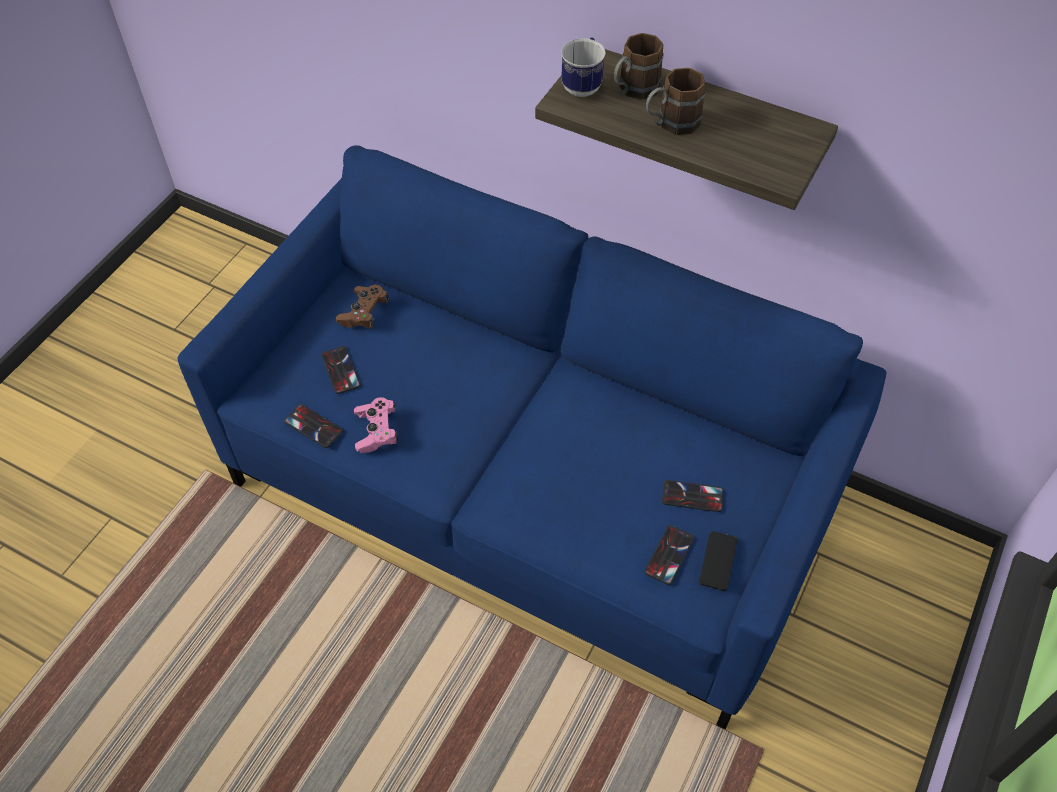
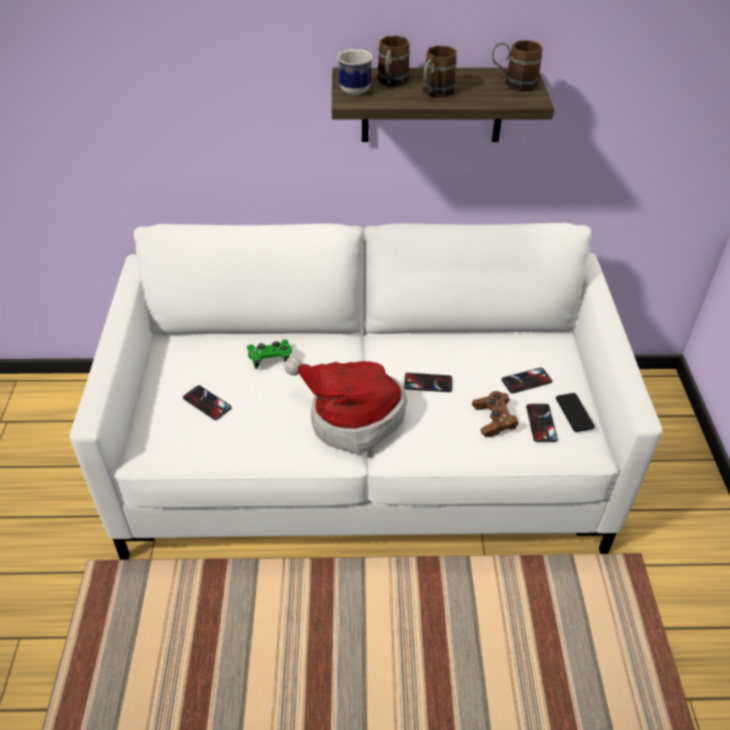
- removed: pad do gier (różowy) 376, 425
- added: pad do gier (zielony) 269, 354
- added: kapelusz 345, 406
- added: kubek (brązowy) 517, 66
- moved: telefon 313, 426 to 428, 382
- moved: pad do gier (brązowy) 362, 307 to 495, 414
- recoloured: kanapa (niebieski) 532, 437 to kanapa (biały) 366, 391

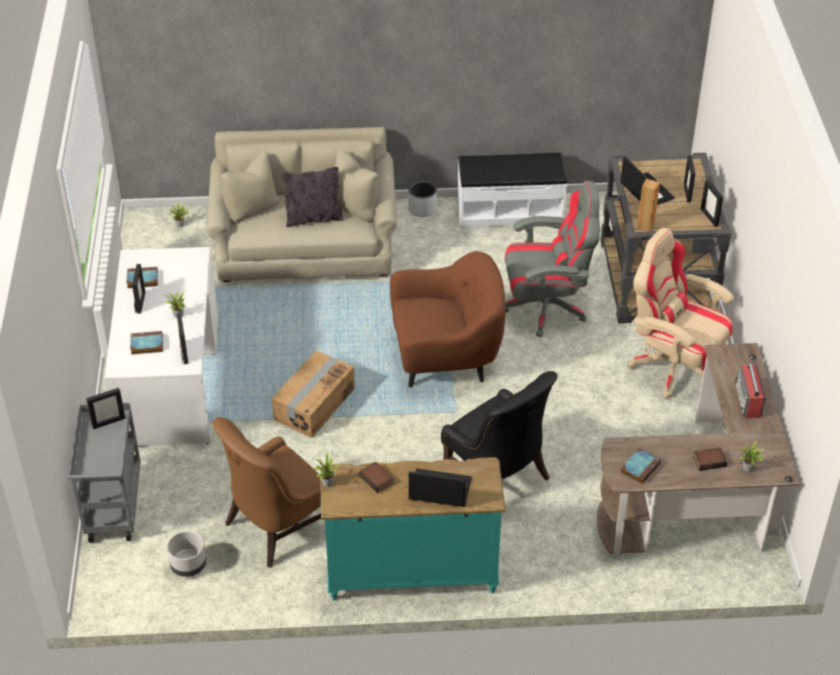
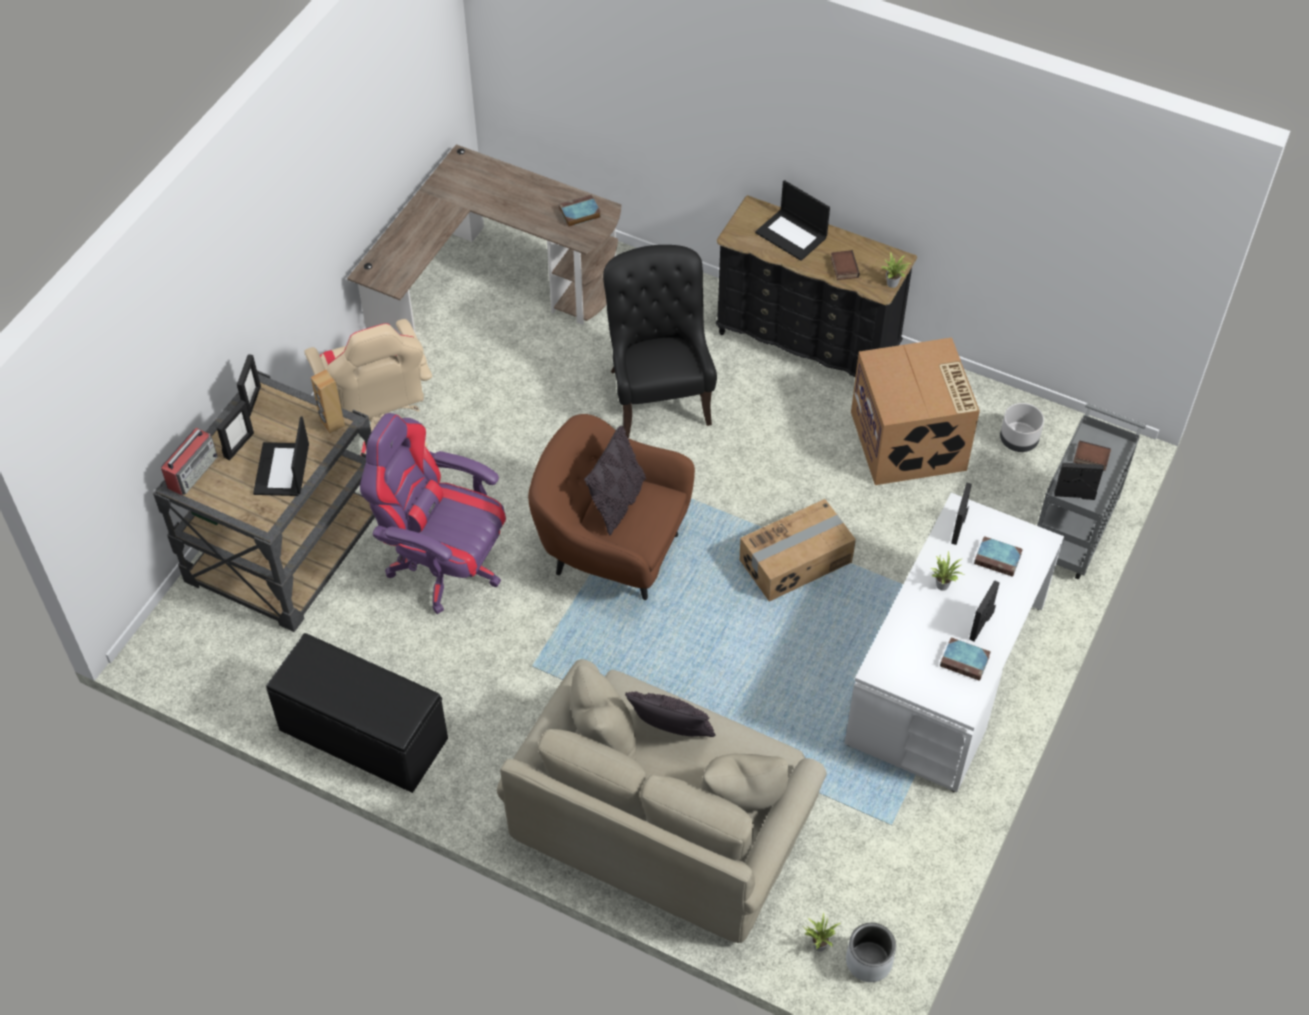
- removed: roślina doniczkowa 752, 456
- added: poduszka (czarny) 615, 480
- moved: donica (szary) 422, 199 to 871, 952
- moved: książka 710, 459 to 1092, 455
- moved: radio 750, 390 to 189, 461
- replaced: krzesło (brązowy) 267, 492 to karton 915, 411
- recoloured: komoda (turkusowy) 413, 528 to komoda (czarny) 816, 286
- recoloured: ławka (biały) 512, 191 to ławka (czarny) 357, 713
- recoloured: krzesło biurowe (szary) 552, 259 to krzesło biurowe (fioletowy) 433, 513

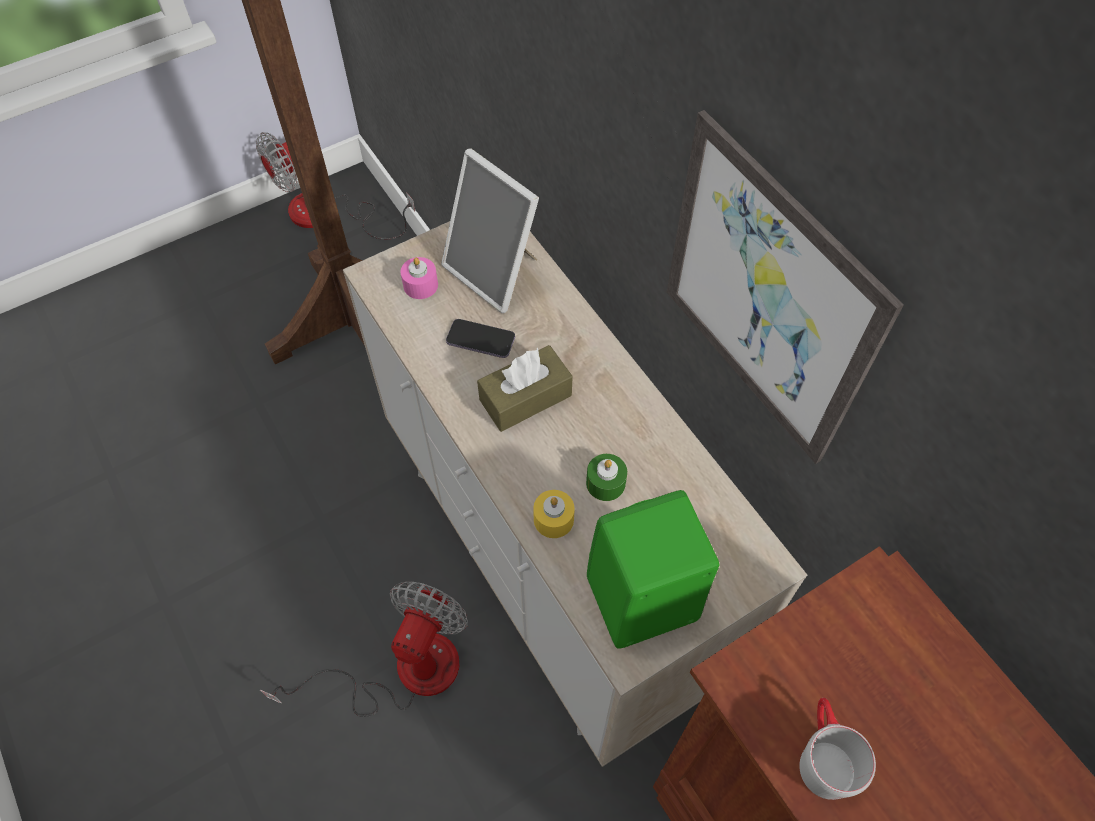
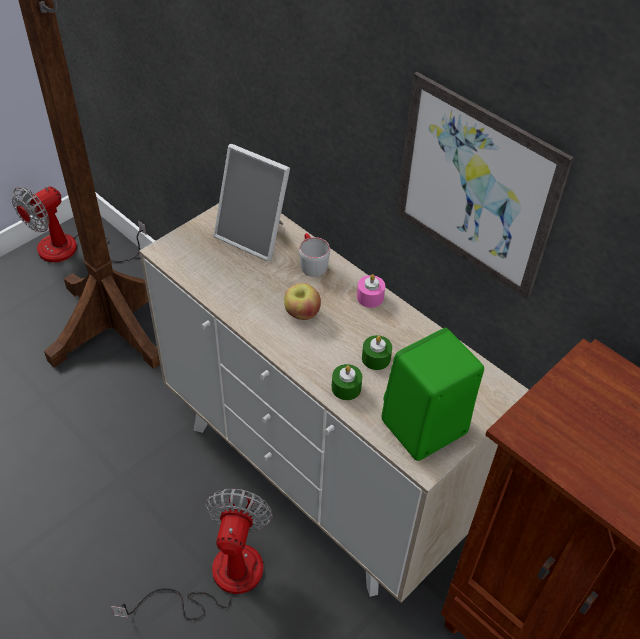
- removed: telefon 480, 338
- moved: świeca (różowy) 419, 278 to 371, 291
- moved: kubek (szary) 837, 749 to 314, 255
- replaced: pudełko chusteczek (brązowy) 525, 388 to jabłko 302, 301
- recoloured: świeca (żółty) 554, 514 to świeca (zielony) 346, 382

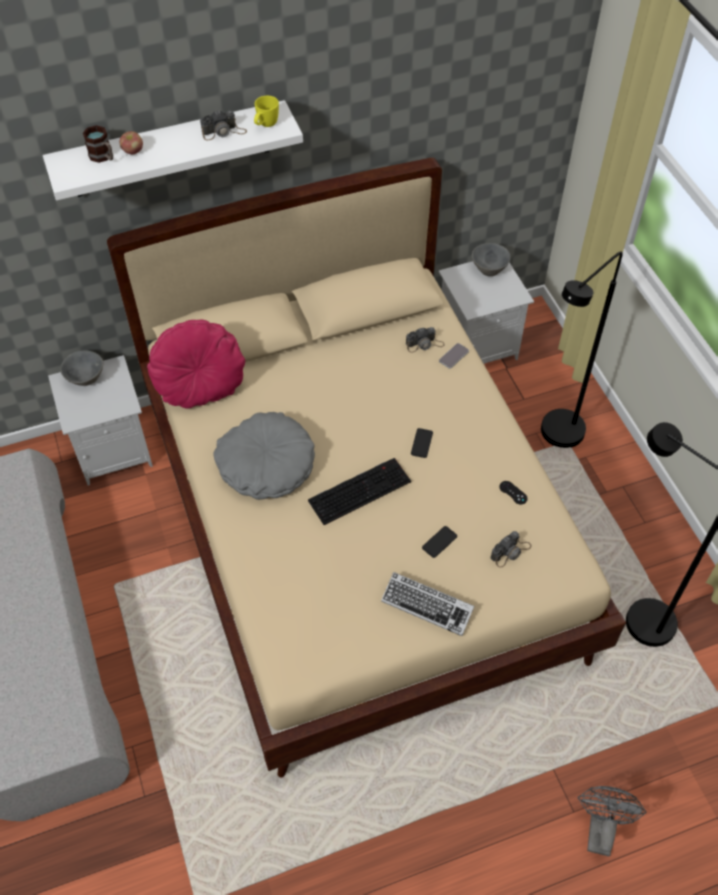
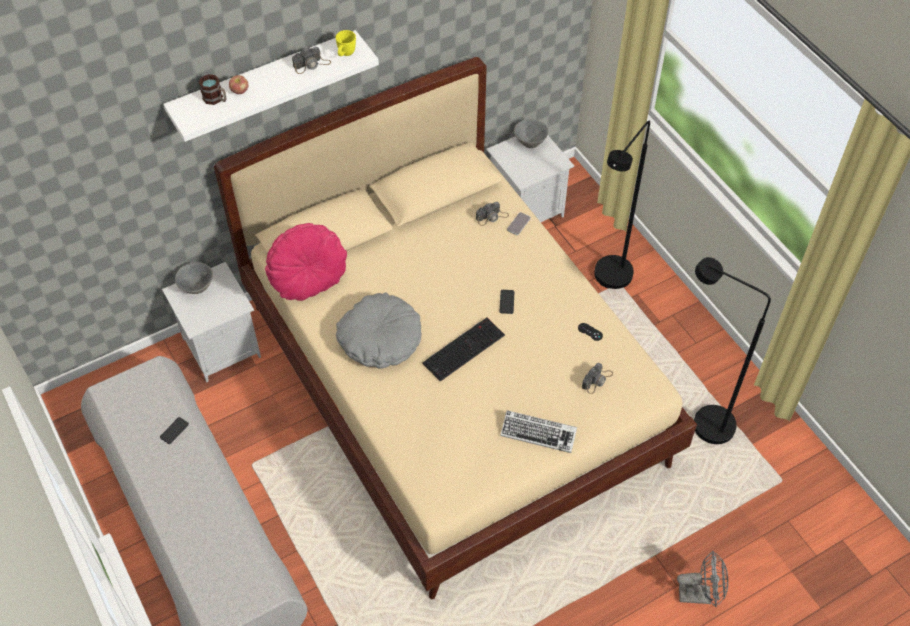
- moved: telefon 439, 542 to 174, 430
- turned: wentylator (szary) 612, 821 = 702, 579 90 degrees clockwise

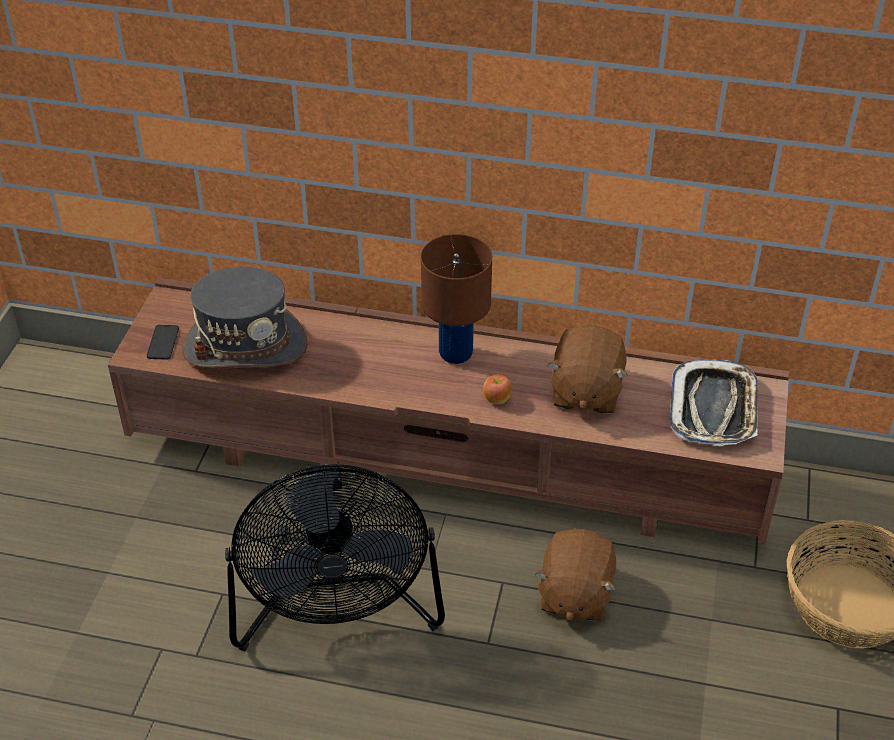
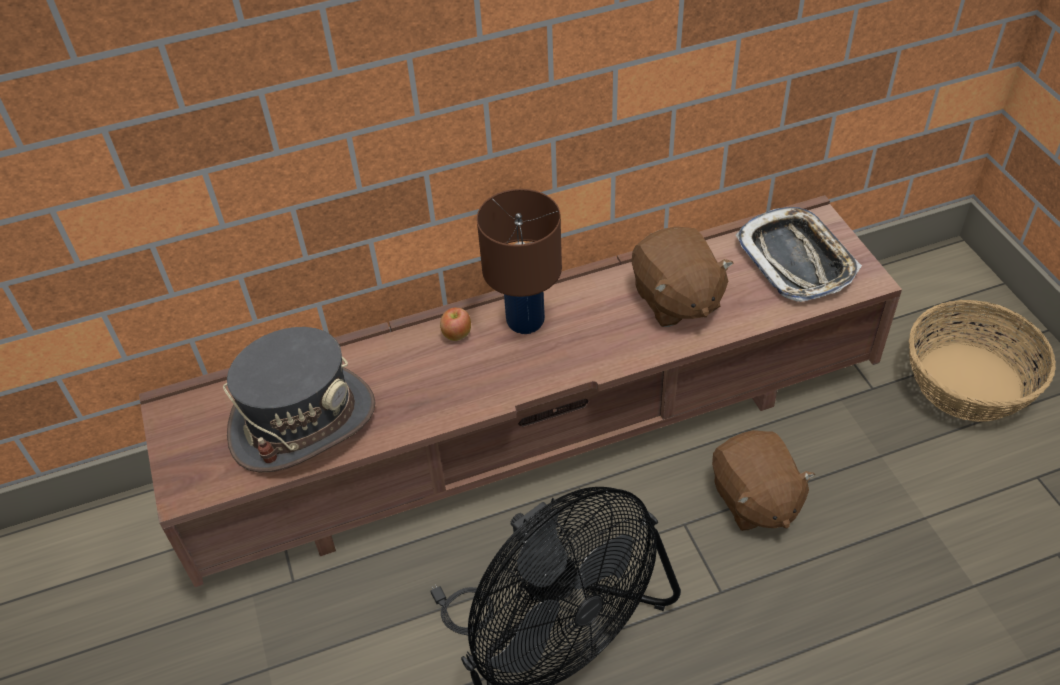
- removed: telefon 163, 342
- moved: jabłko 497, 389 to 455, 324

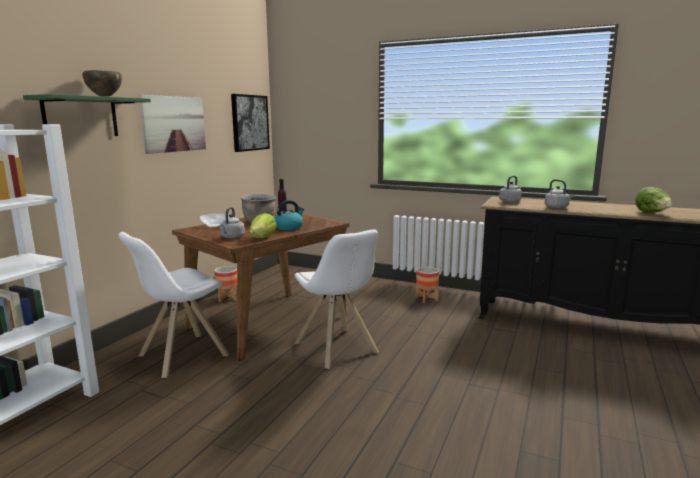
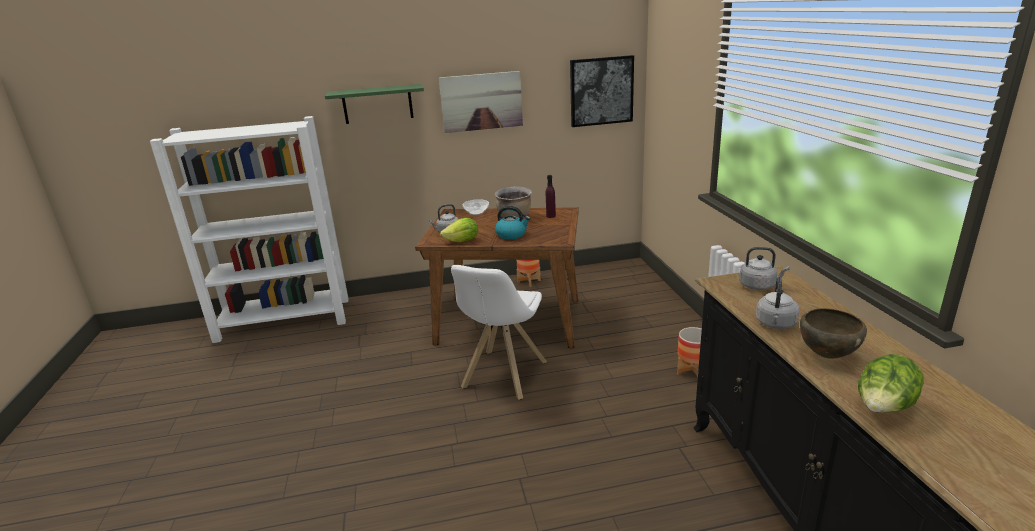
- removed: krzesło (biały) 173, 305
- moved: miska (brązowy) 102, 83 to 833, 333

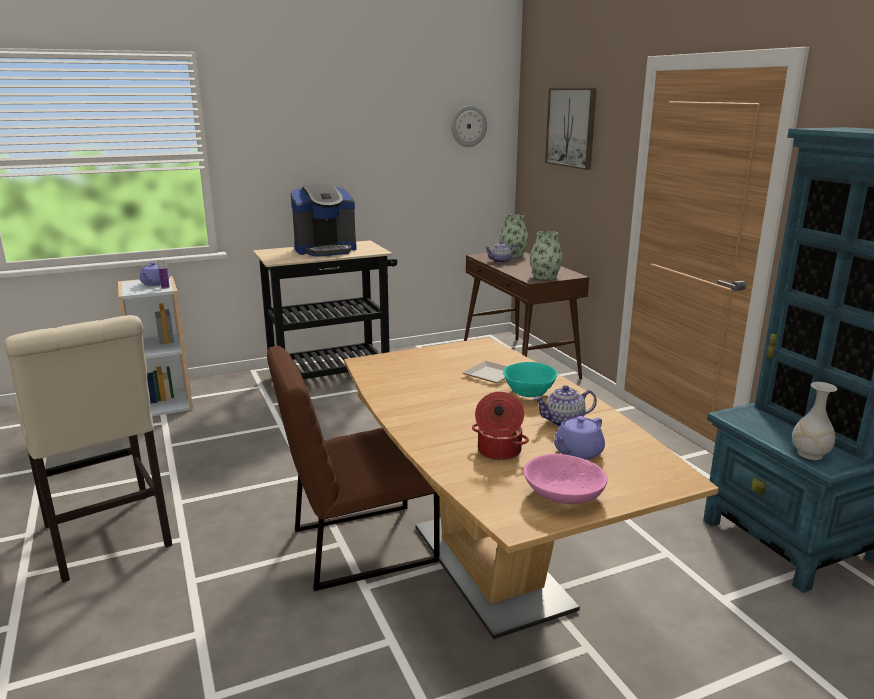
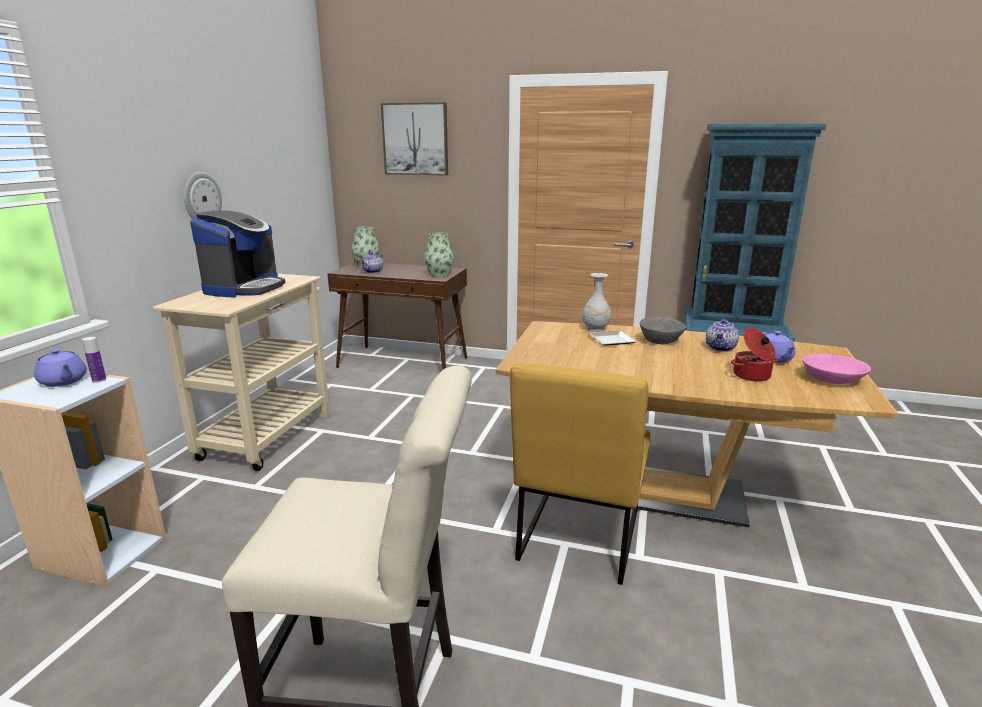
- moved: zegar ścienny 469, 126 to 203, 195
- moved: wazon (biały) 815, 421 to 596, 302
- recoloured: wózek (czarny) 325, 309 to wózek (beżowy) 241, 372
- recoloured: krzesło (brązowy) 353, 468 to krzesło (żółty) 580, 474
- recoloured: miska (turkusowy) 530, 379 to miska (szary) 663, 330

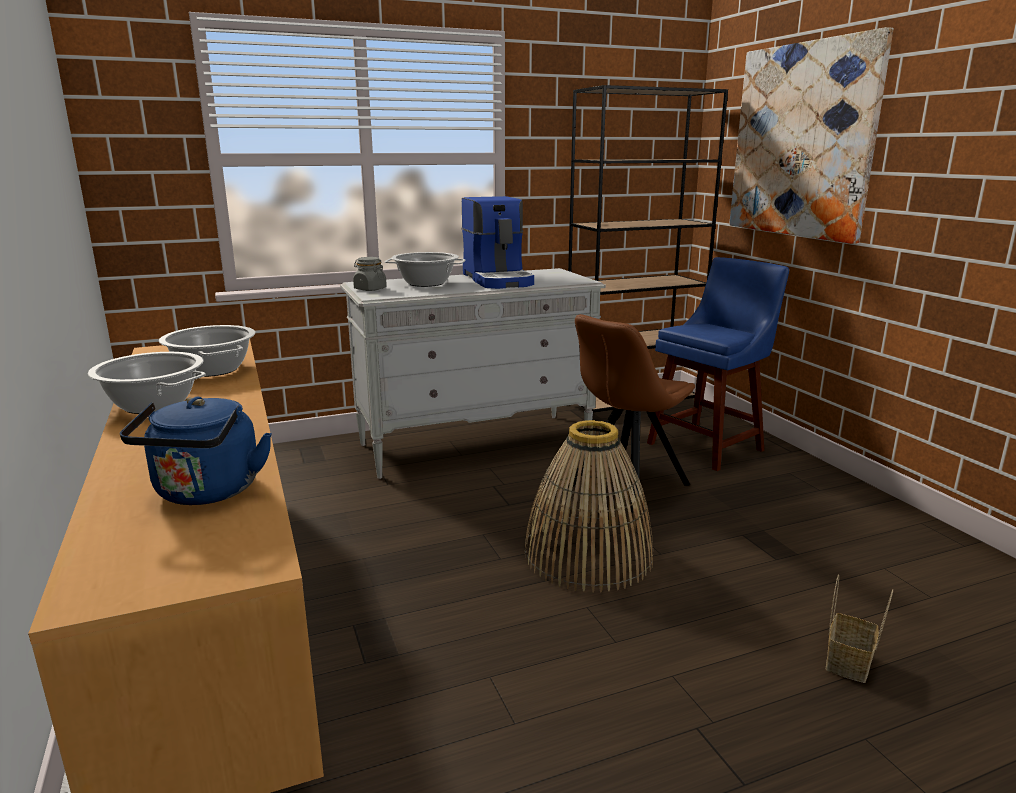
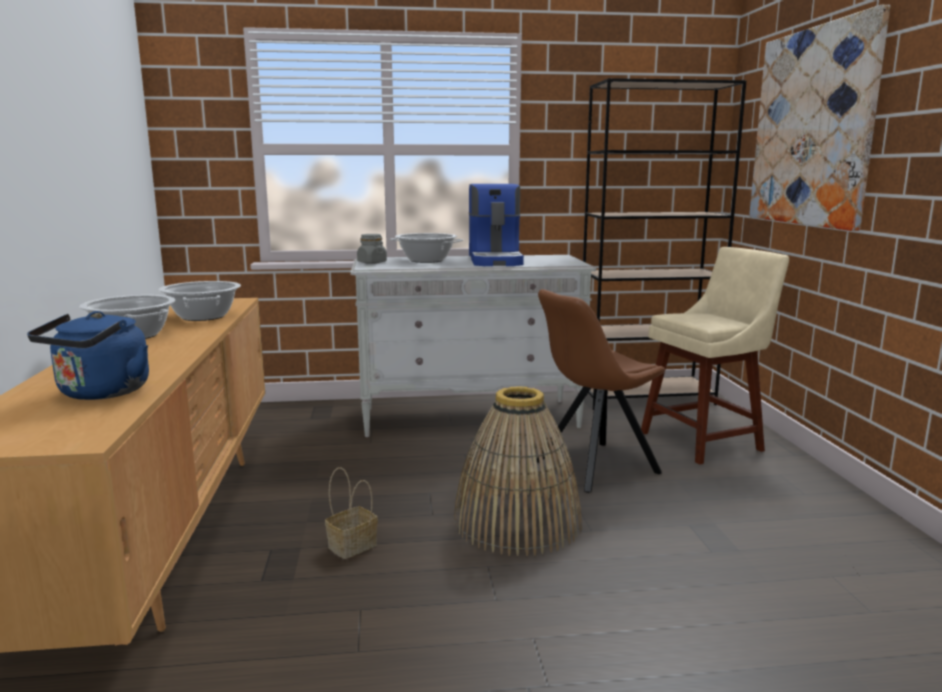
- moved: koszyk 859, 628 to 351, 513
- recoloured: krzesło (niebieski) 718, 364 to krzesło (beżowy) 715, 356

